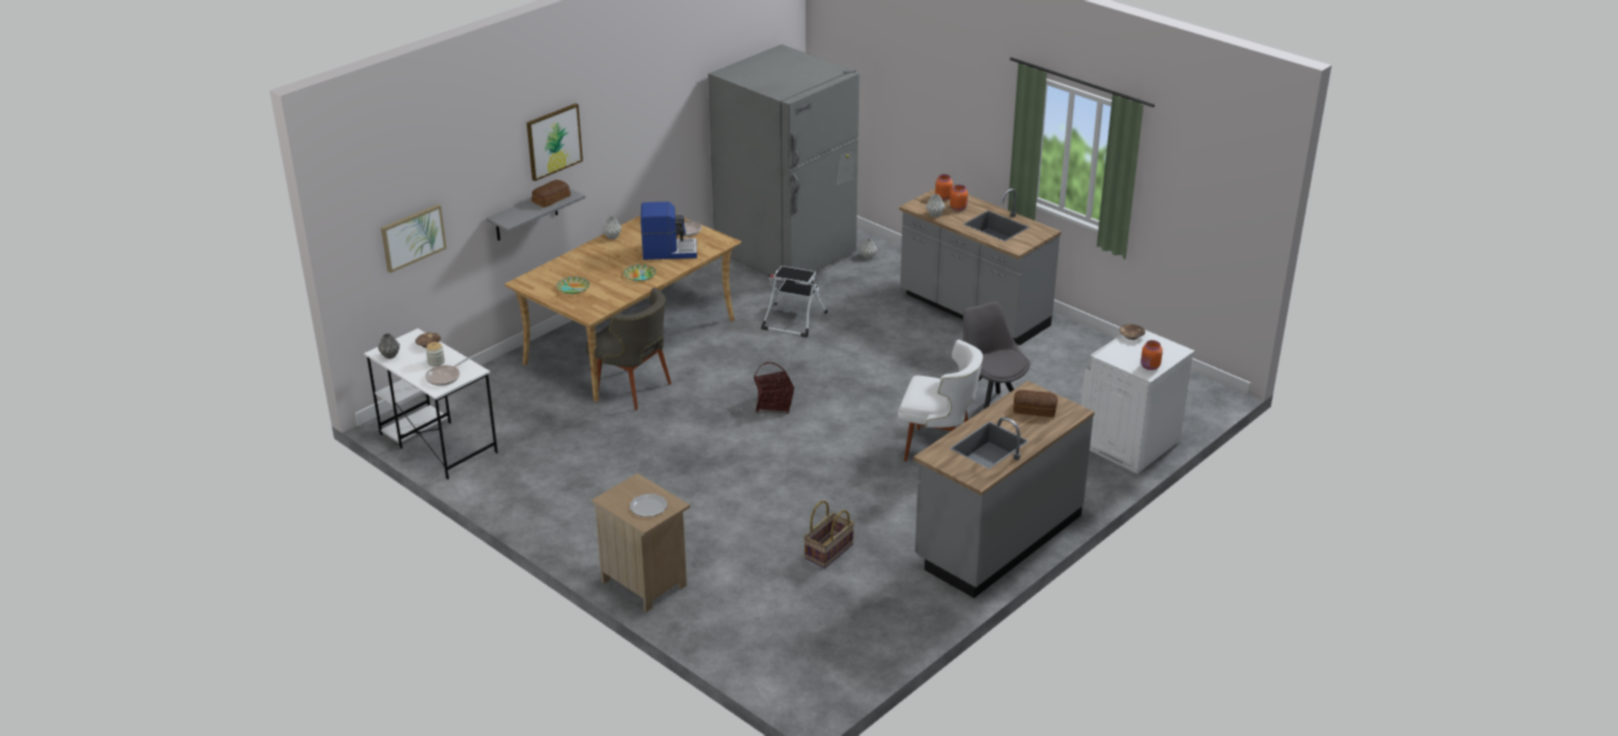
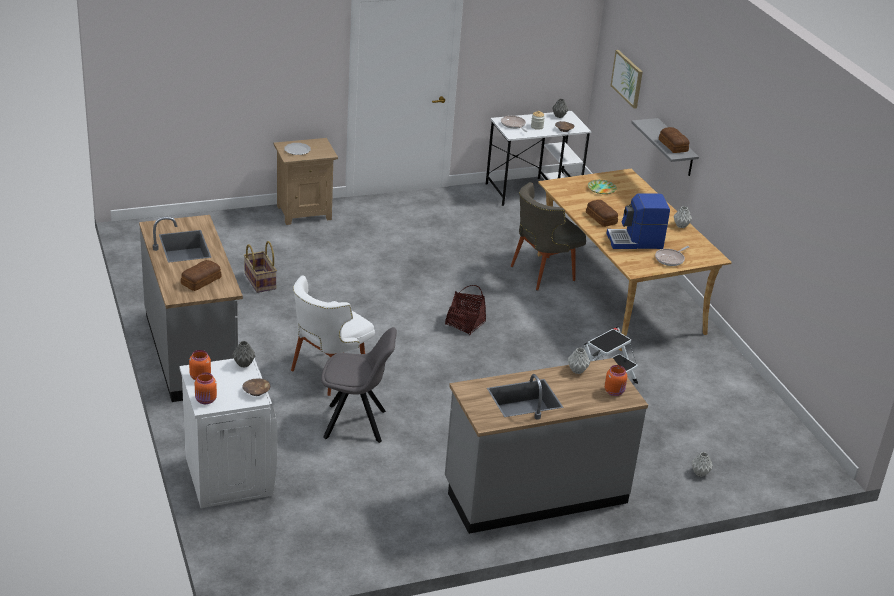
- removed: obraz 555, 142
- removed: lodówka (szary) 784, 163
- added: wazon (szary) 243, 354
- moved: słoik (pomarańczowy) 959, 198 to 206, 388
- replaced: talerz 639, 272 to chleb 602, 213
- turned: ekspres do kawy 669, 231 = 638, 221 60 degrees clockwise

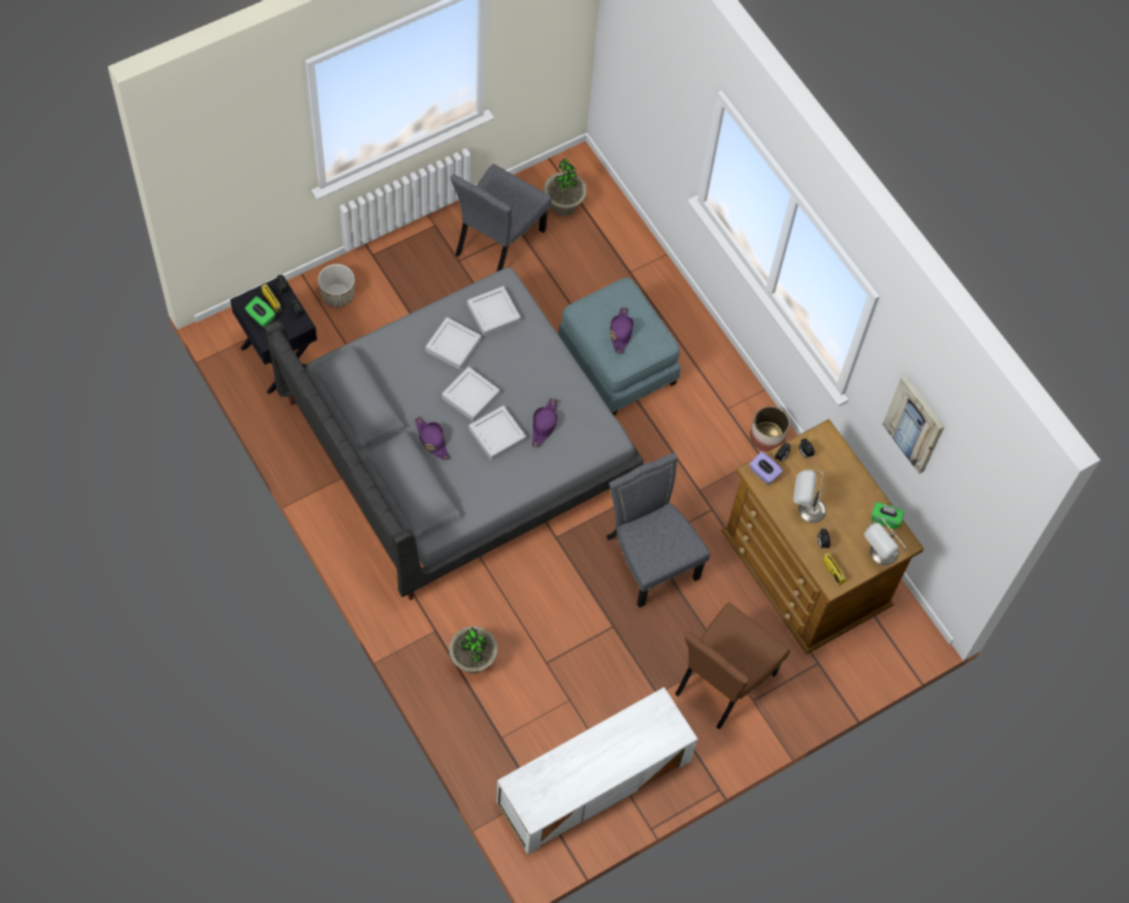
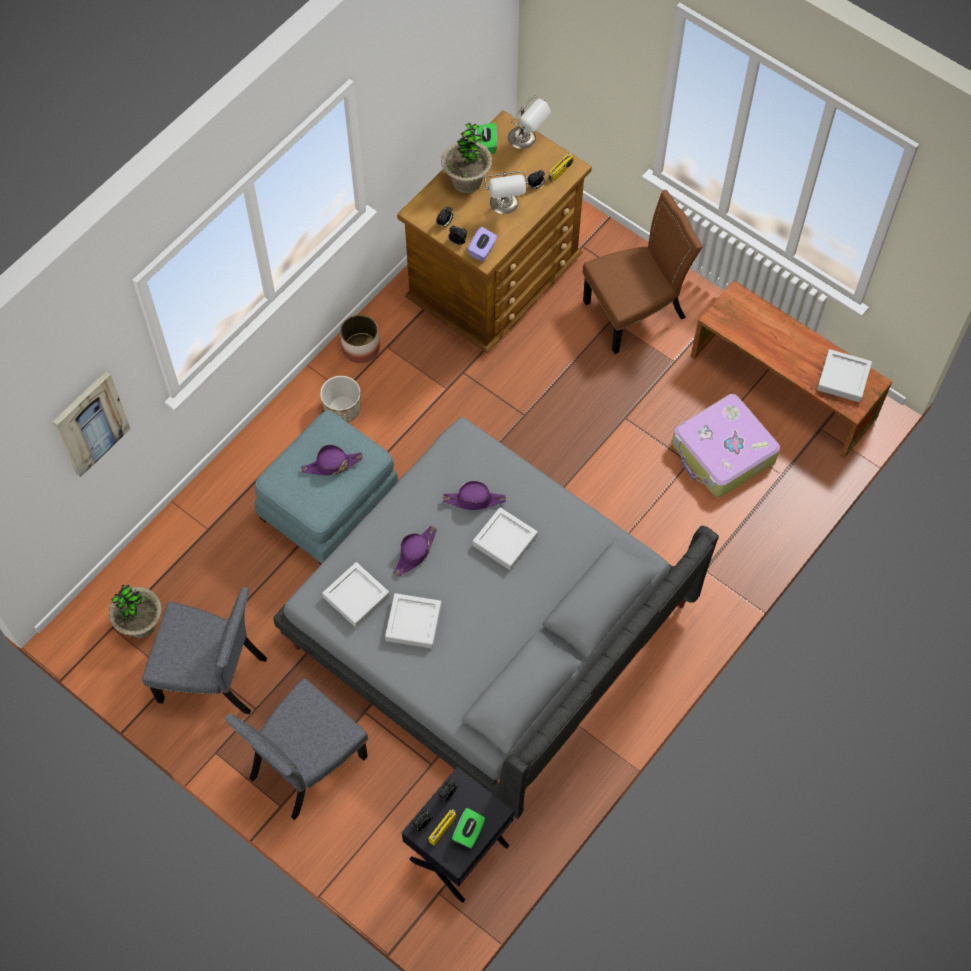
- added: walizka 726, 445
- moved: donica 336, 286 to 340, 399
- moved: kapelusz (fioletowy) 432, 438 to 415, 551
- moved: taca (szary) 471, 394 to 844, 375
- moved: roślina doniczkowa 473, 650 to 467, 158
- moved: krzesło (szary) 658, 530 to 296, 749
- moved: obraz 913, 424 to 92, 424
- recoloured: ławka (biały) 597, 770 to ławka (brązowy) 791, 369
- turned: krzesło (brązowy) 732, 666 = 642, 272 45 degrees counterclockwise

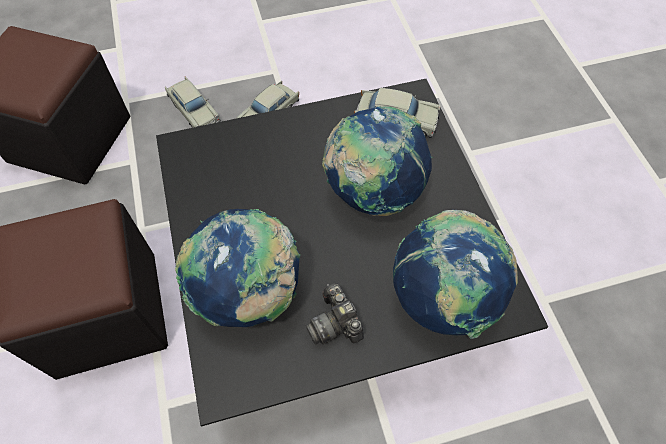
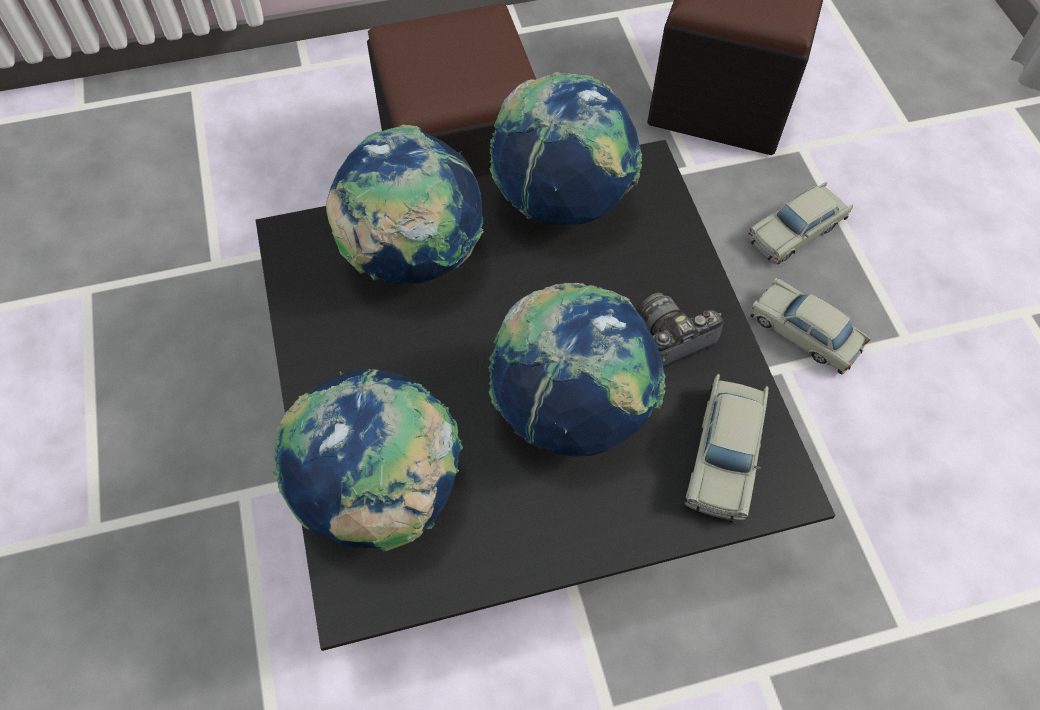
- added: globus 565, 148
- moved: aparat fotograficzny 335, 313 to 682, 330

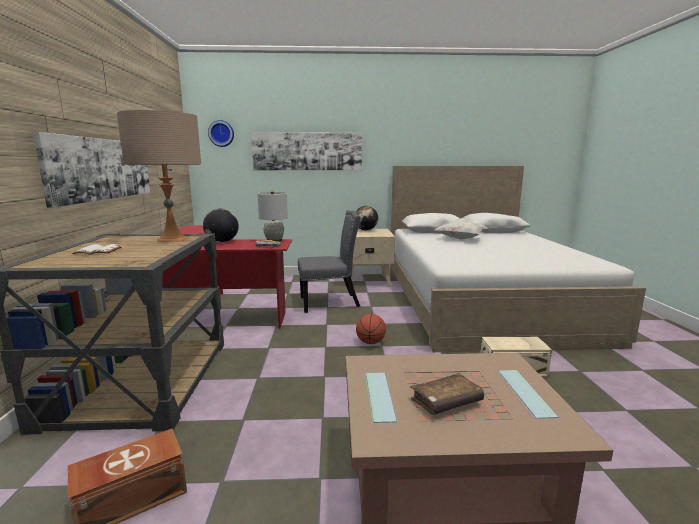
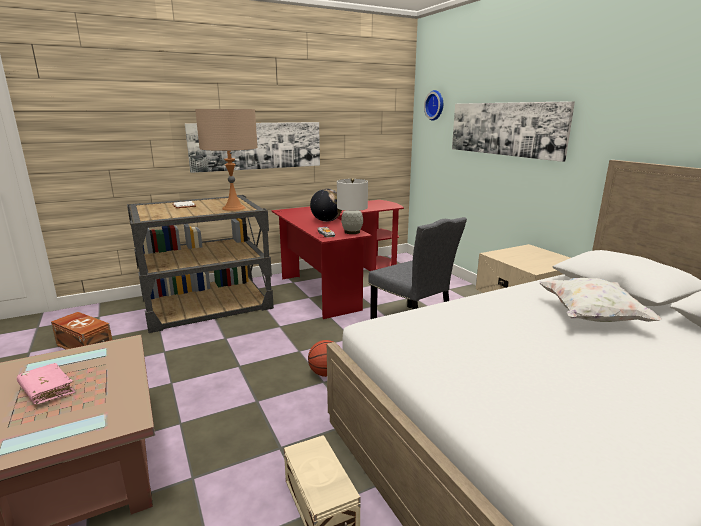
- removed: globus 367, 218
- recoloured: książka (brązowy) 447, 394 to książka (różowy) 46, 383

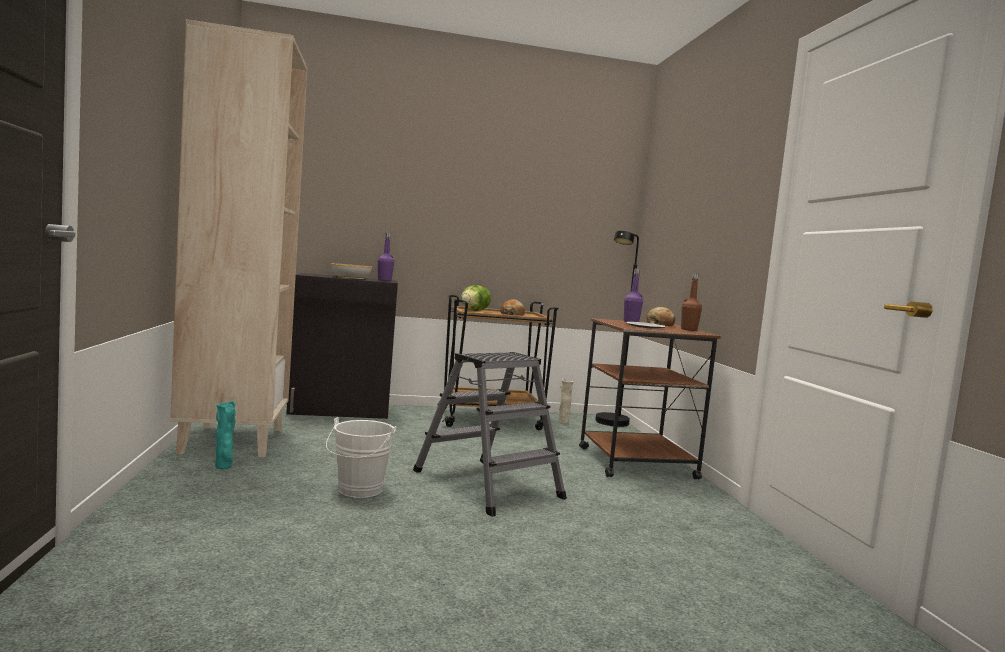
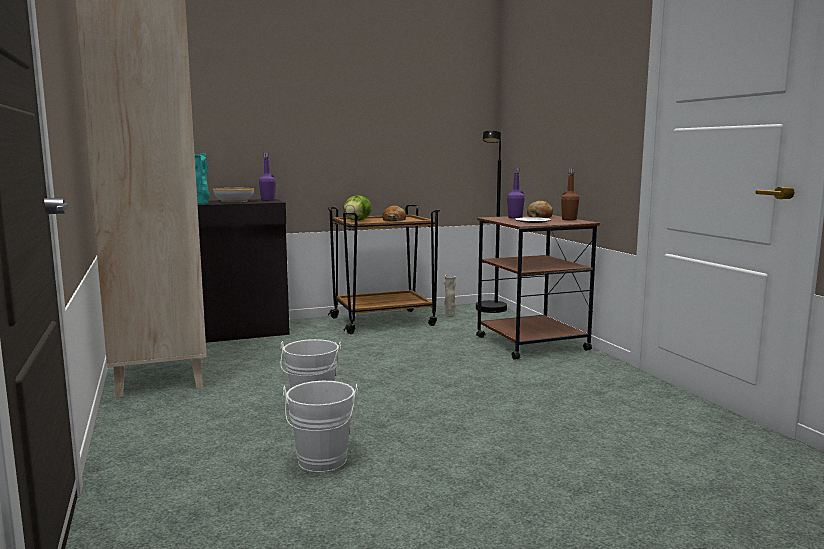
- removed: drabinka (szary) 490, 434
- added: wiadro (biały) 320, 426
- moved: wazon (turkusowy) 225, 435 to 202, 178

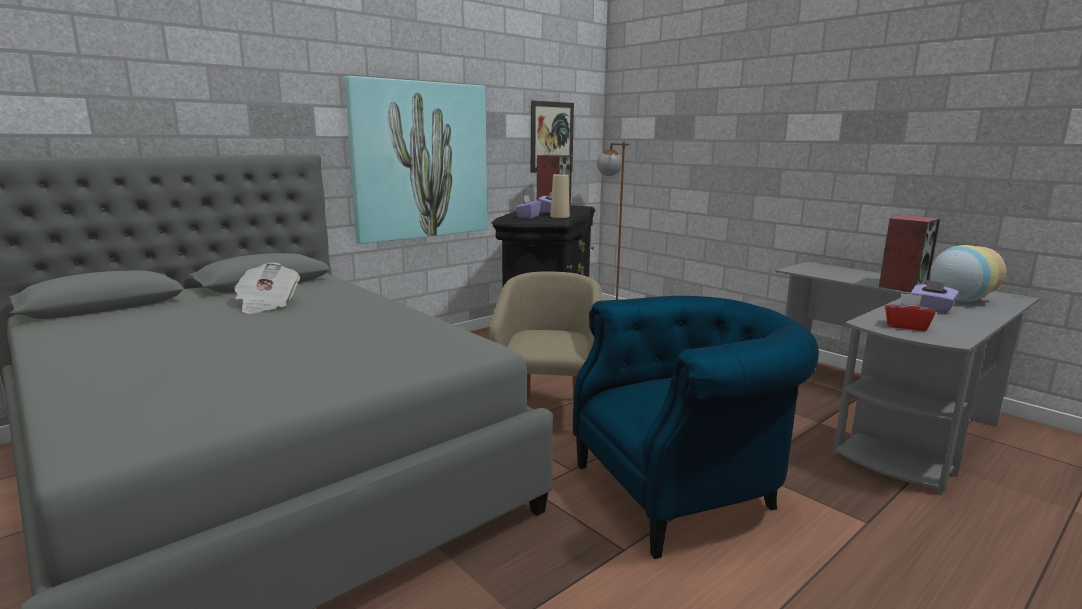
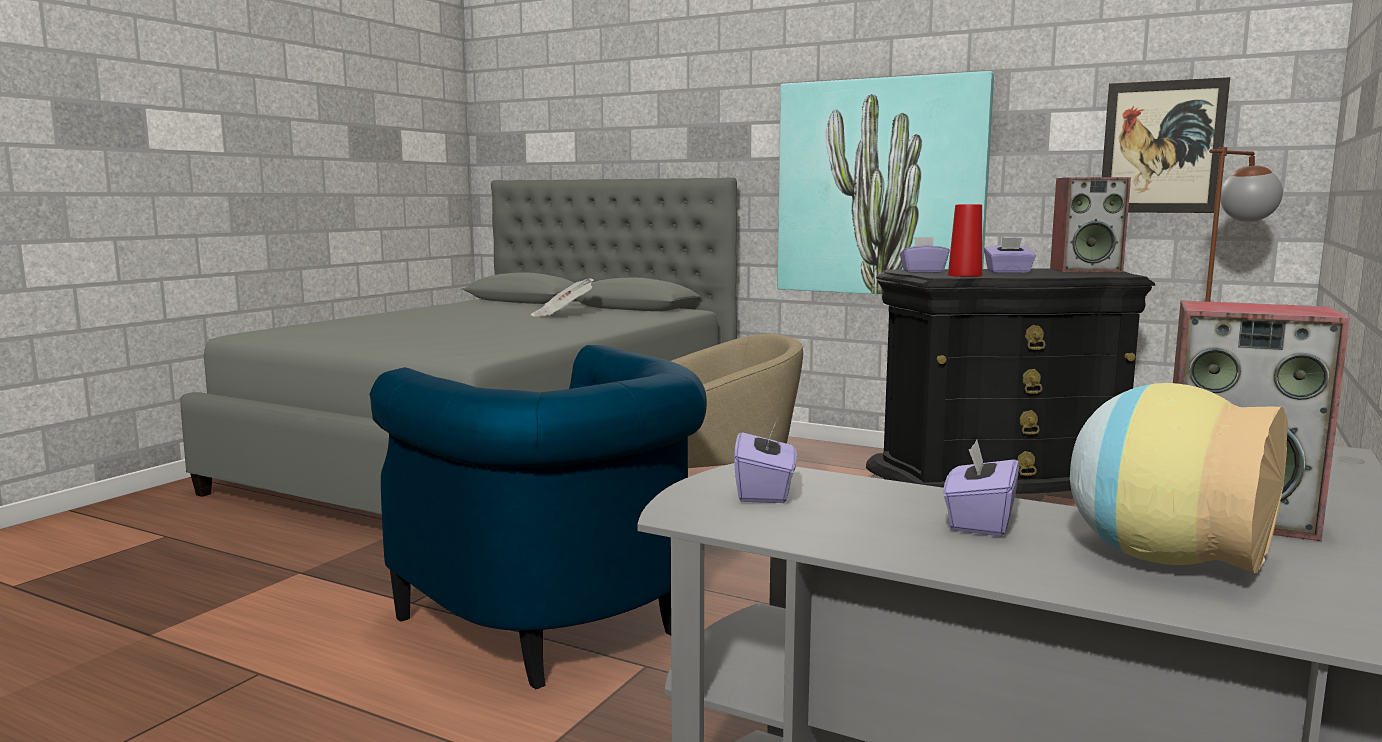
- recoloured: wazon (beżowy) 560, 196 to wazon (czerwony) 965, 240
- recoloured: pudełko chusteczek (czerwony) 910, 312 to pudełko chusteczek (fioletowy) 765, 461

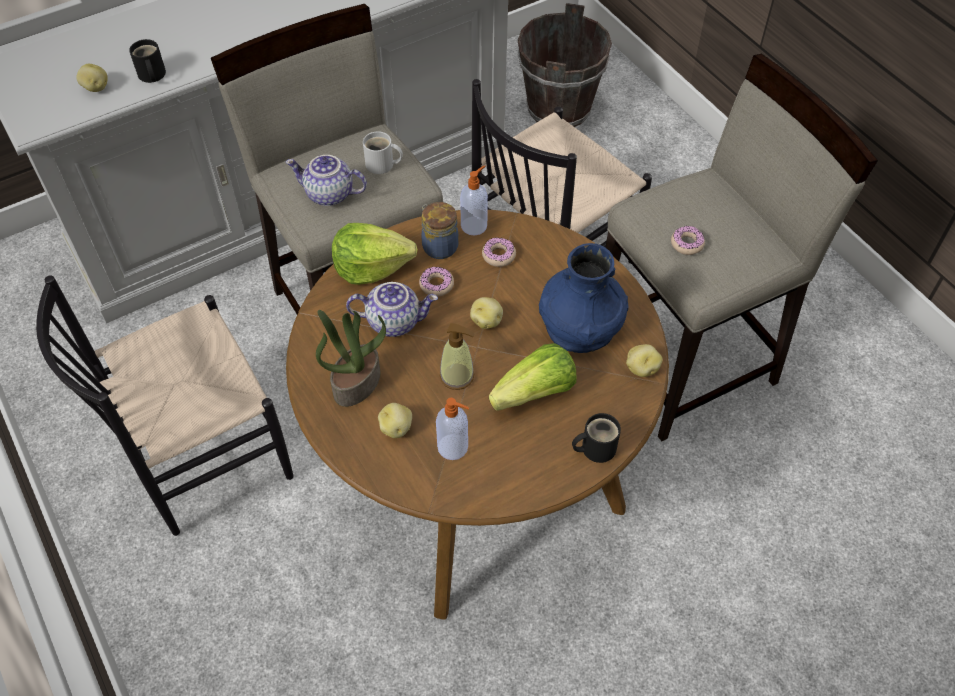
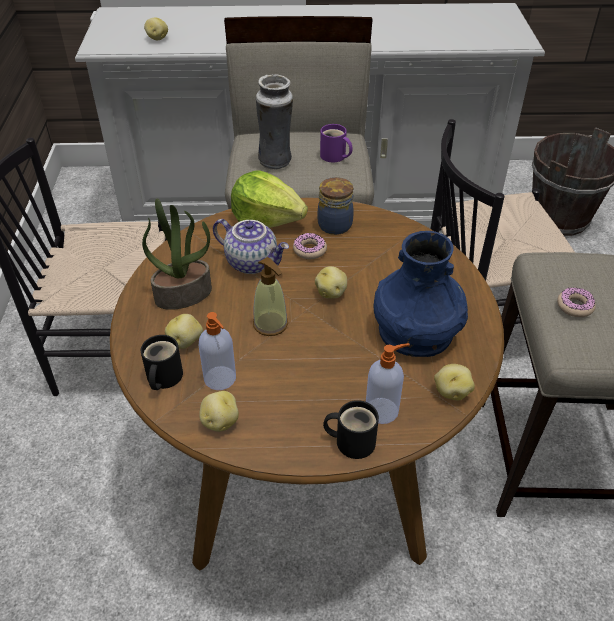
- removed: donut 499, 252
- removed: sałata 532, 377
- added: ziemniak 219, 411
- moved: kubek (czarny) 147, 61 to 162, 362
- moved: dozownik mydła 474, 200 to 388, 383
- replaced: imbryk 326, 180 to wazon 274, 122
- recoloured: kubek (biały) 383, 152 to kubek (fioletowy) 336, 143

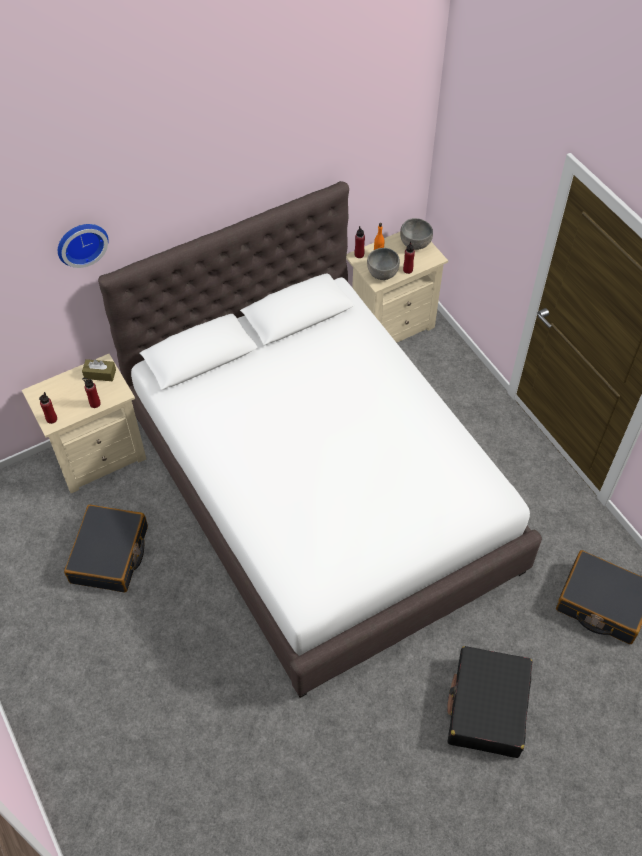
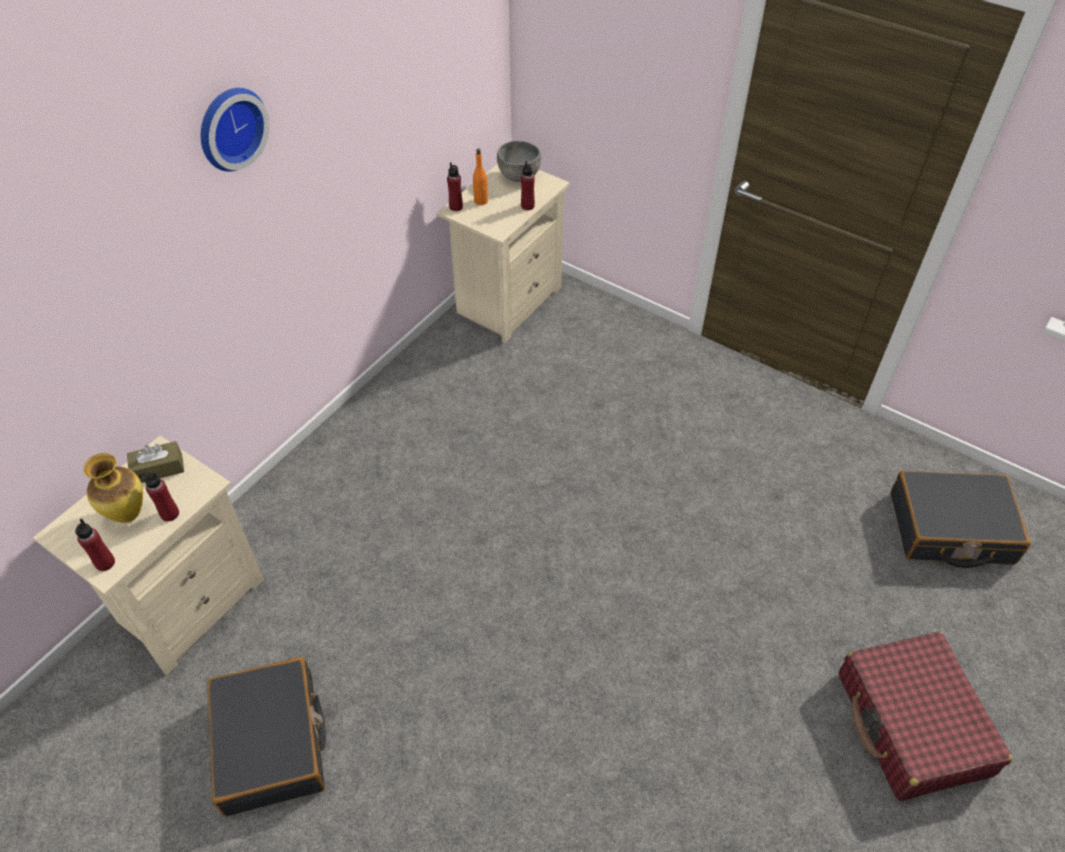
- removed: łóżko (biały) 320, 439
- removed: miska (szary) 383, 264
- added: wazon 113, 488
- moved: zegar ścienny 83, 246 to 235, 130
- recoloured: walizka (czarny) 489, 702 to walizka (czerwony) 925, 716

